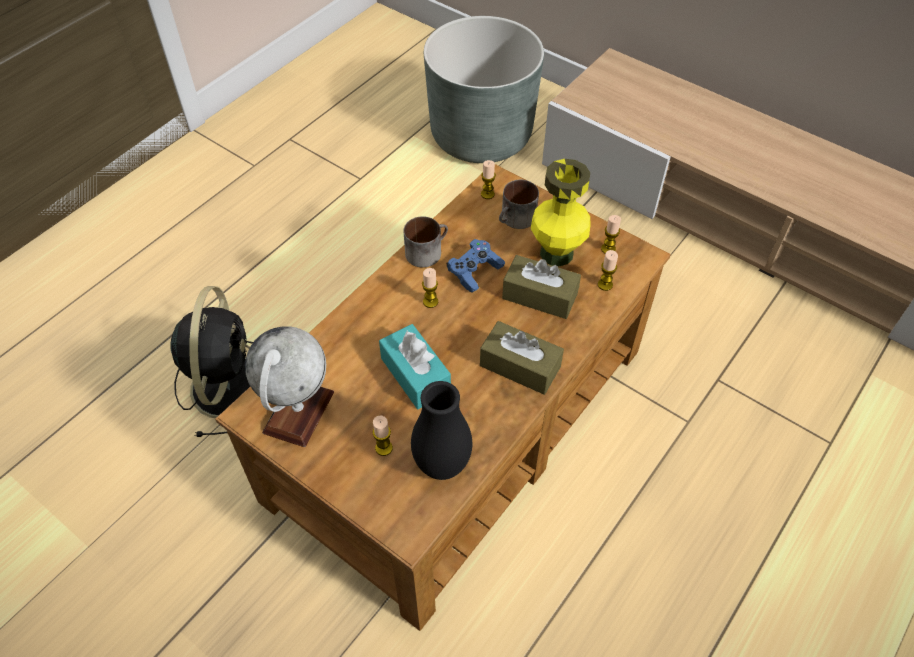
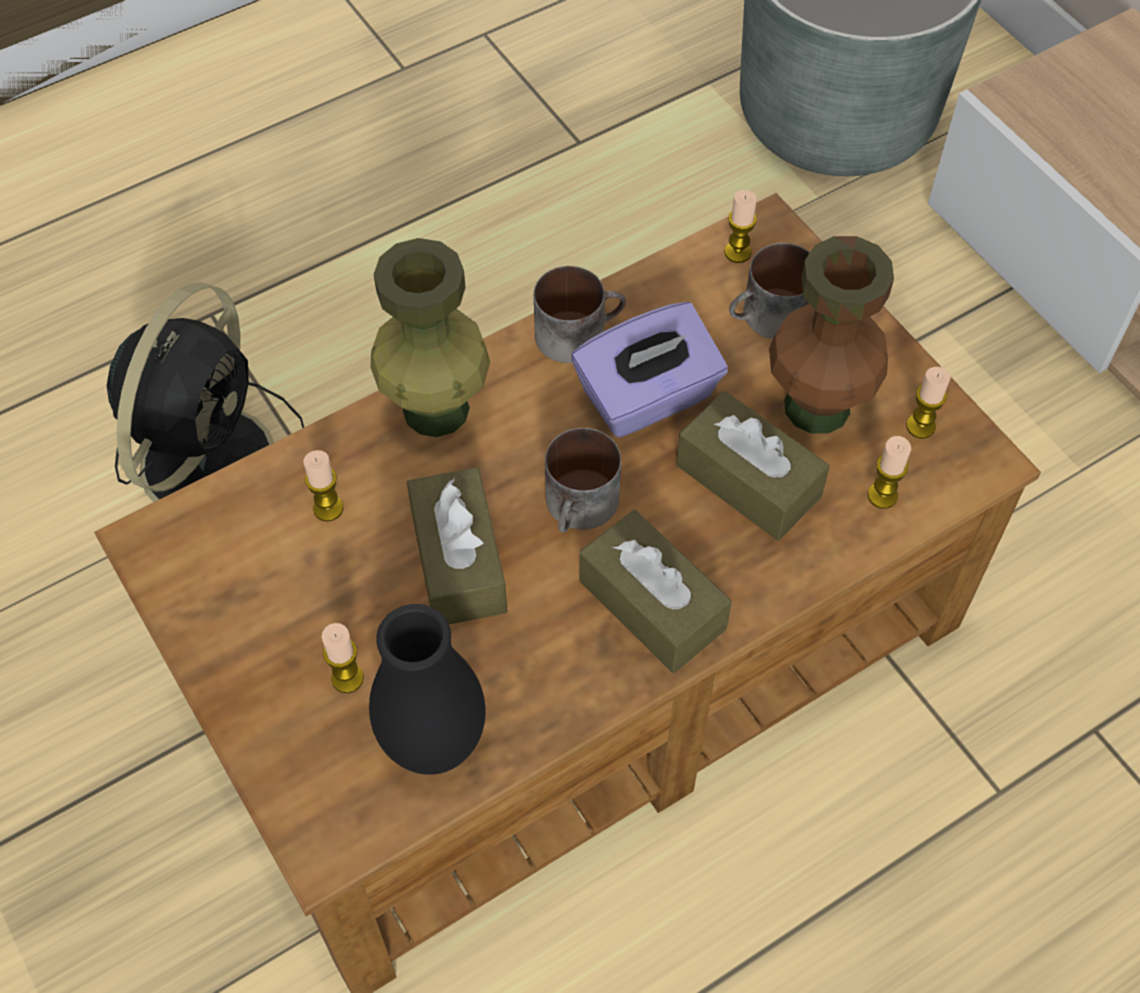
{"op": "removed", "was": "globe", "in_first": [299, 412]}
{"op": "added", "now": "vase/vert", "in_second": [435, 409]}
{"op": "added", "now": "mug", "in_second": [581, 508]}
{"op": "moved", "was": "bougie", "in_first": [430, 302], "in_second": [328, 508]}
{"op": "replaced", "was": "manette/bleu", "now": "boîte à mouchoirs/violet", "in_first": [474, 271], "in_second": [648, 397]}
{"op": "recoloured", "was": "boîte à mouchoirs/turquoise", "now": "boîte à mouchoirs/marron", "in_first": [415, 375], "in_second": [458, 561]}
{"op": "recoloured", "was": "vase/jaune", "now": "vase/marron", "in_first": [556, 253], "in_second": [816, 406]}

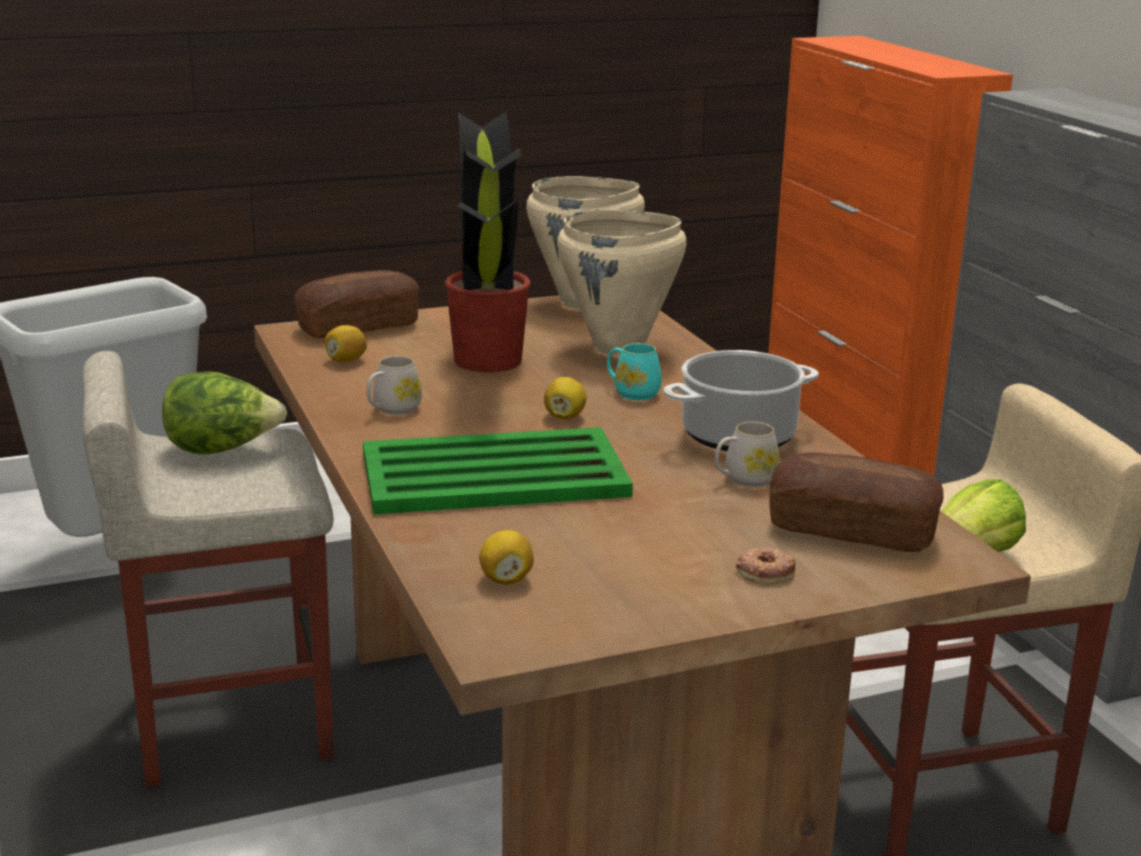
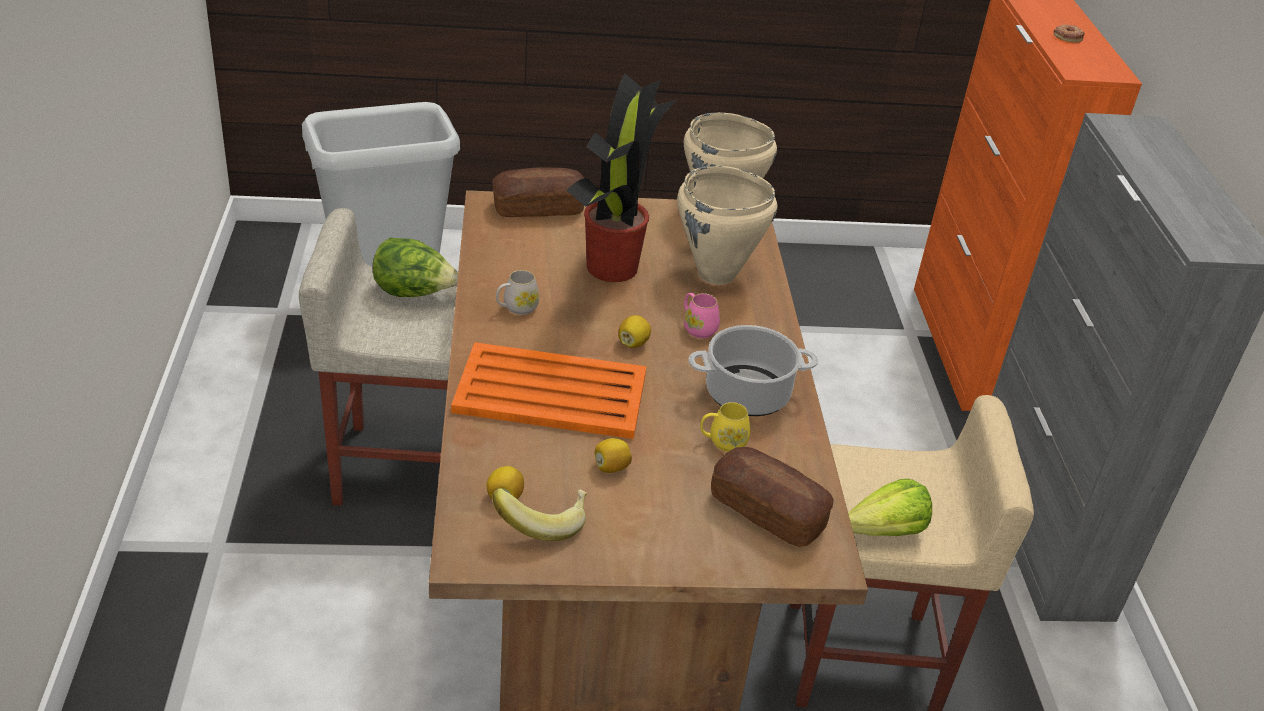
{"op": "added", "now": "banane", "in_second": [542, 522]}
{"op": "moved", "was": "citron", "in_first": [346, 360], "in_second": [611, 467]}
{"op": "moved", "was": "beignet", "in_first": [765, 571], "in_second": [1067, 36]}
{"op": "recoloured", "was": "plateau/vert", "now": "plateau/orange", "in_first": [496, 475], "in_second": [553, 393]}
{"op": "recoloured", "was": "mug/turquoise", "now": "mug/rose", "in_first": [632, 392], "in_second": [697, 327]}
{"op": "recoloured", "was": "mug/blanc", "now": "mug/jaune", "in_first": [744, 480], "in_second": [723, 442]}

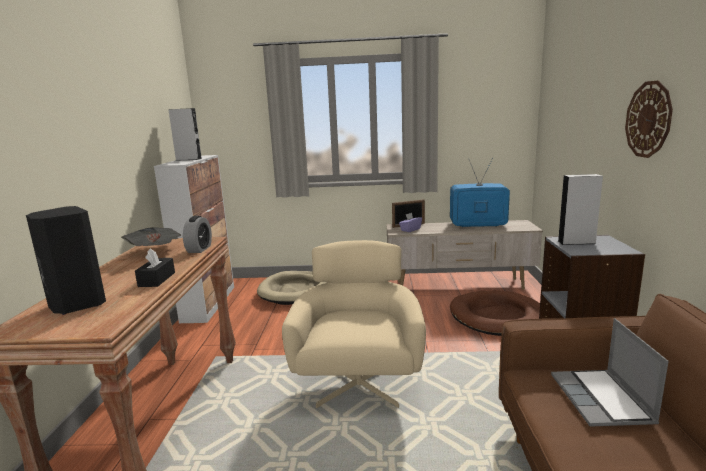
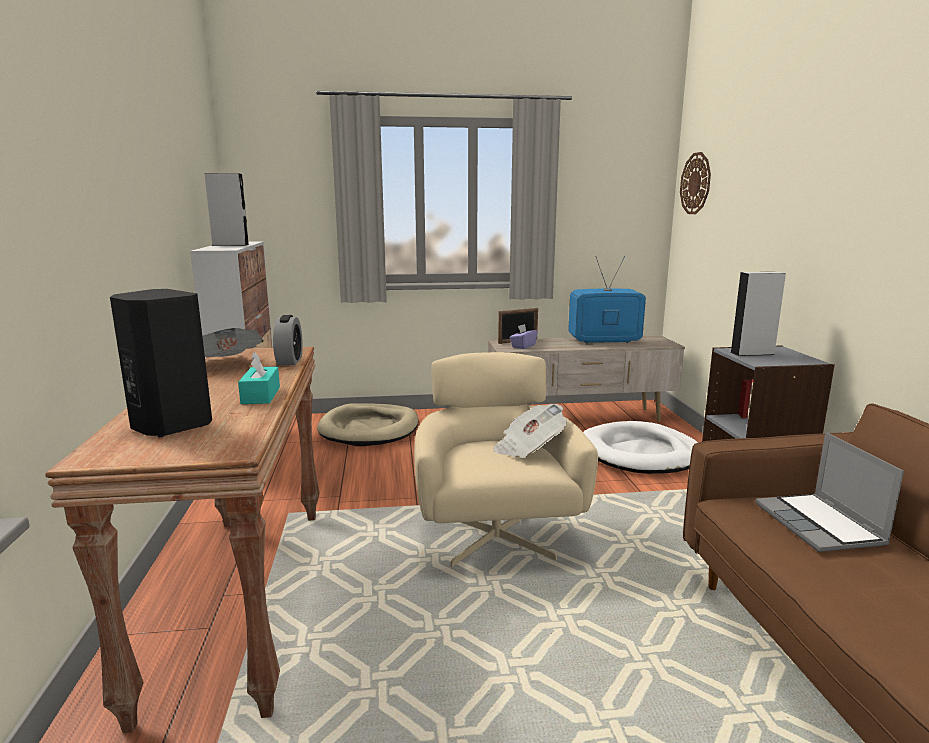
{"op": "added", "now": "journal", "in_second": [528, 448]}
{"op": "moved", "was": "horloge murale", "in_first": [648, 119], "in_second": [695, 183]}
{"op": "recoloured", "was": "boîte à mouchoirs/noir", "now": "boîte à mouchoirs/turquoise", "in_first": [157, 279], "in_second": [261, 395]}
{"op": "recoloured", "was": "panier pour chien/marron", "now": "panier pour chien/blanc", "in_first": [499, 317], "in_second": [641, 453]}

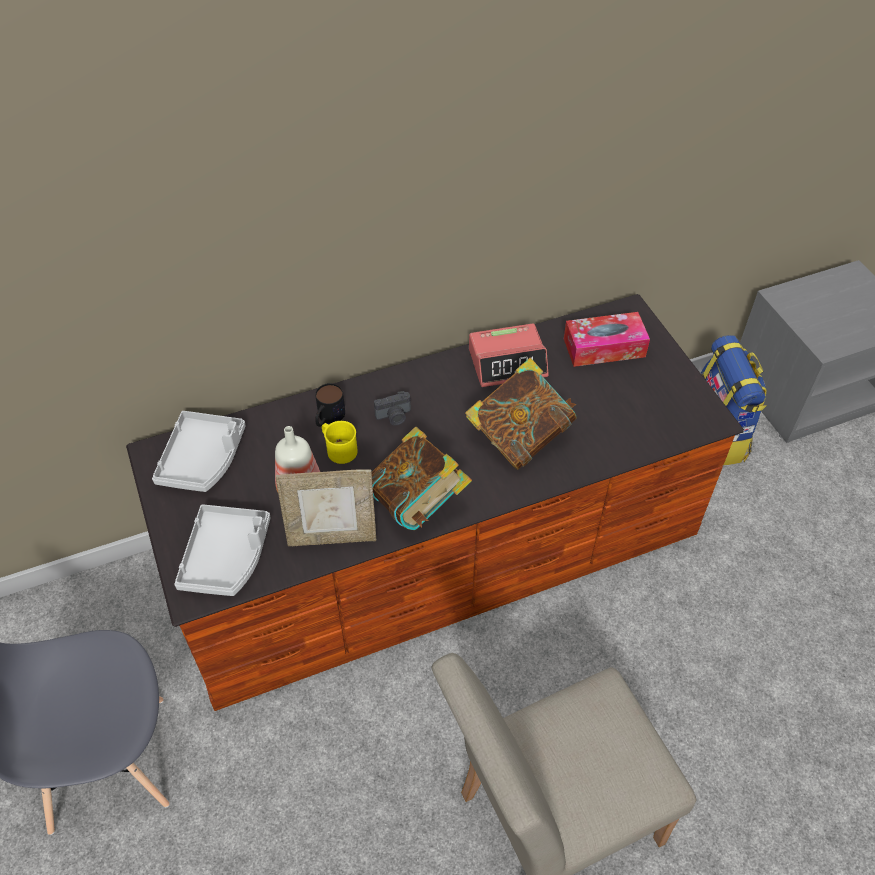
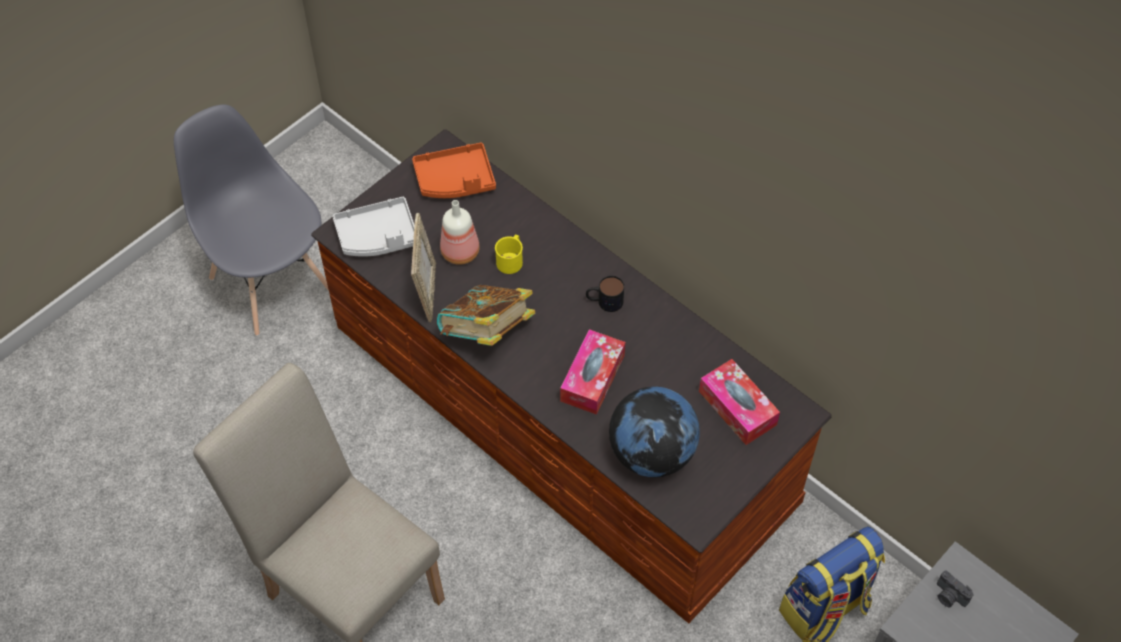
{"op": "removed", "was": "réveil", "in_first": [508, 362]}
{"op": "added", "now": "globe", "in_second": [652, 453]}
{"op": "moved", "was": "mug", "in_first": [328, 418], "in_second": [604, 301]}
{"op": "moved", "was": "appareil photo", "in_first": [394, 417], "in_second": [949, 596]}
{"op": "replaced", "was": "livre", "now": "boîte à mouchoirs", "in_first": [519, 436], "in_second": [592, 378]}
{"op": "recoloured", "was": "plateau/gris", "now": "plateau/orange", "in_first": [203, 459], "in_second": [455, 180]}
{"op": "turned", "was": "cadre photo", "in_first": [332, 537], "in_second": [426, 292], "clockwise": -150}

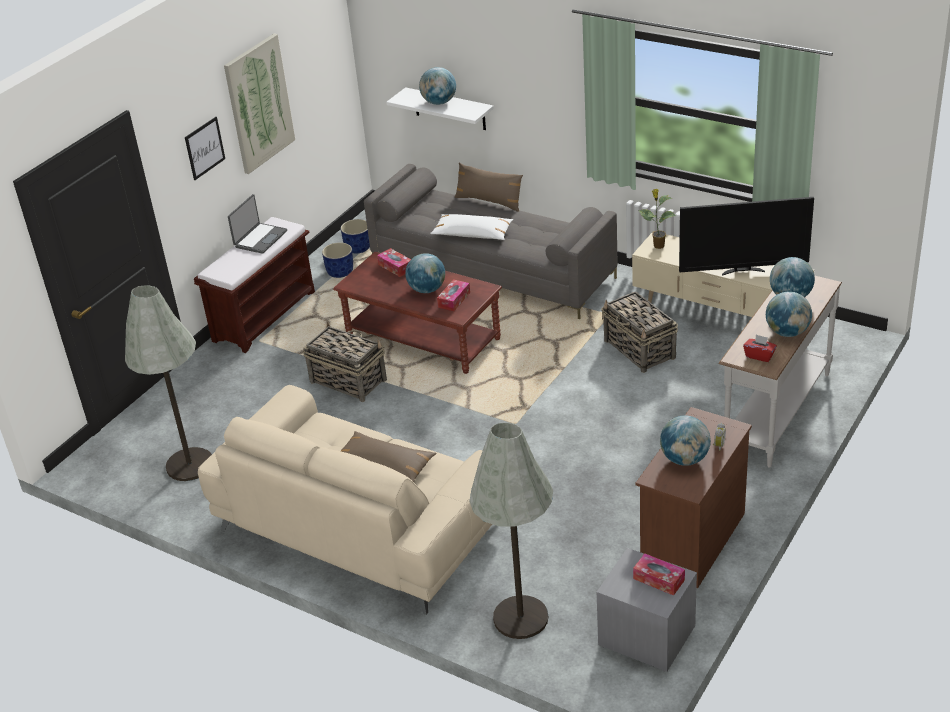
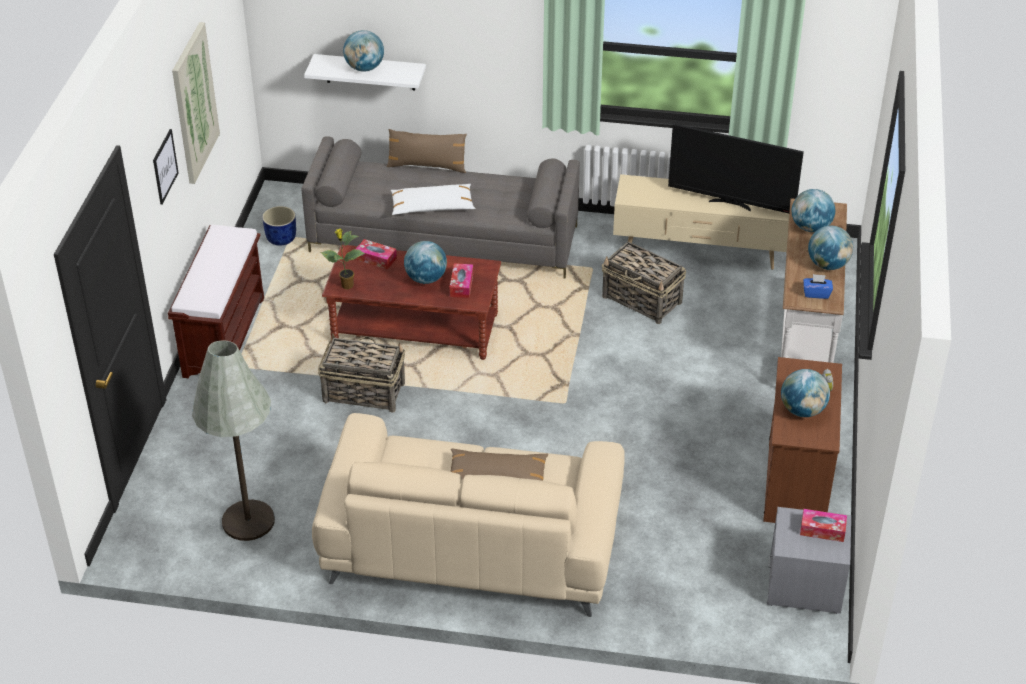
{"op": "removed", "was": "ordinateur portable", "in_first": [260, 239]}
{"op": "removed", "was": "cache-pot/bleu", "in_first": [340, 272]}
{"op": "removed", "was": "lampadaire/gris", "in_first": [520, 618]}
{"op": "moved", "was": "plante en pot", "in_first": [658, 246], "in_second": [346, 286]}
{"op": "recoloured", "was": "boîte à mouchoirs/rouge", "now": "boîte à mouchoirs/bleu", "in_first": [759, 356], "in_second": [816, 293]}
{"op": "turned", "was": "téléviseur", "in_first": [743, 271], "in_second": [731, 204], "clockwise": 45}

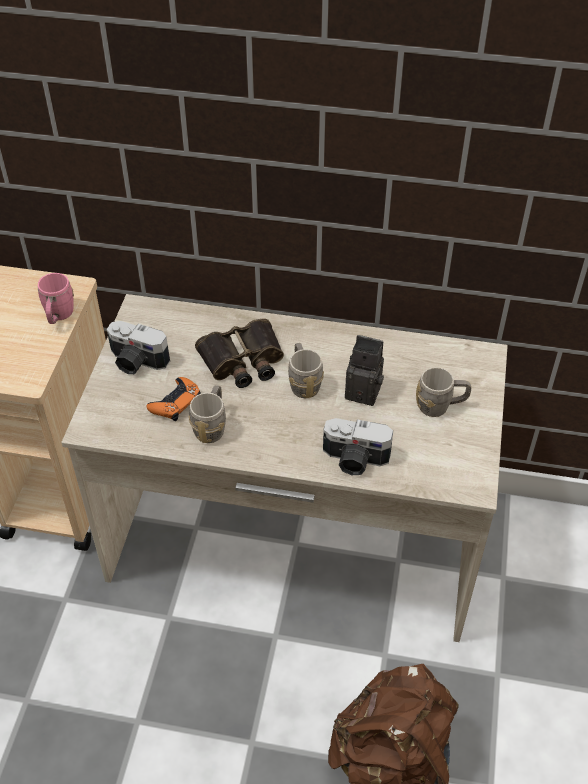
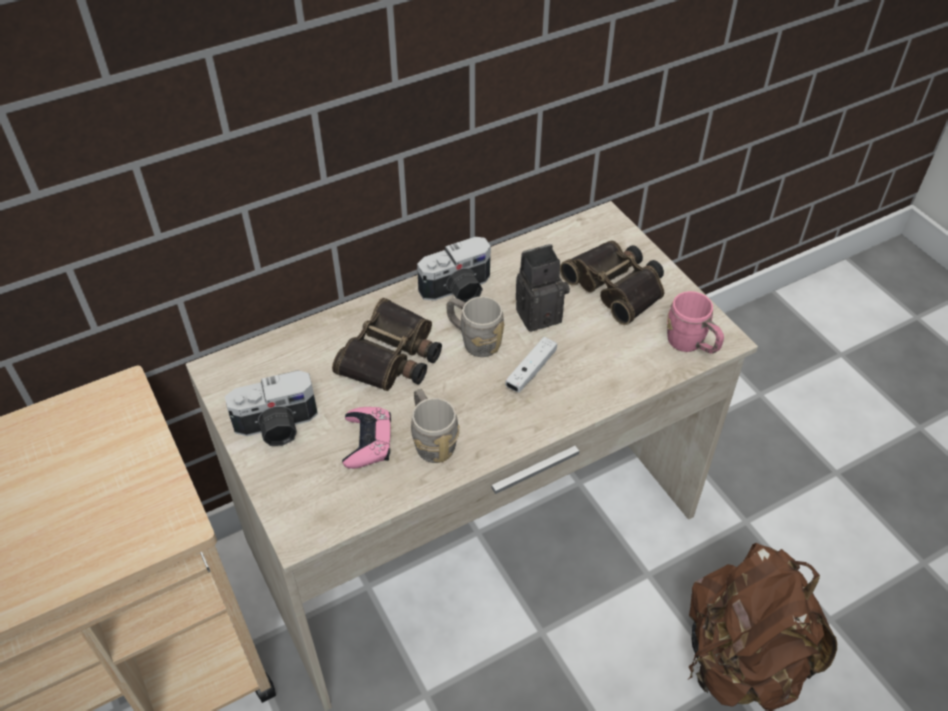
{"op": "added", "now": "manette/blanc", "in_second": [531, 370]}
{"op": "moved", "was": "mug/rose", "in_first": [58, 316], "in_second": [691, 345]}
{"op": "moved", "was": "appareil photo", "in_first": [354, 460], "in_second": [459, 291]}
{"op": "replaced", "was": "mug/gris", "now": "jumelles", "in_first": [440, 406], "in_second": [617, 286]}
{"op": "recoloured", "was": "manette/orange", "now": "manette/rose", "in_first": [175, 403], "in_second": [367, 441]}

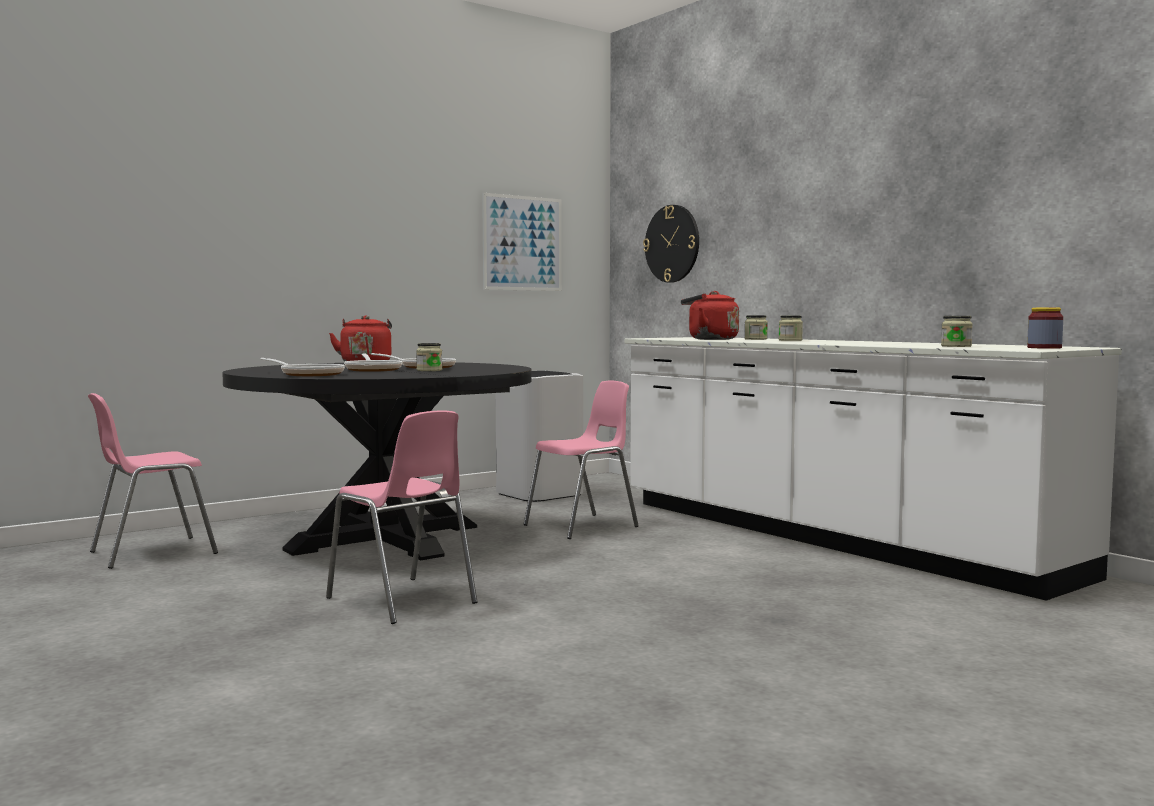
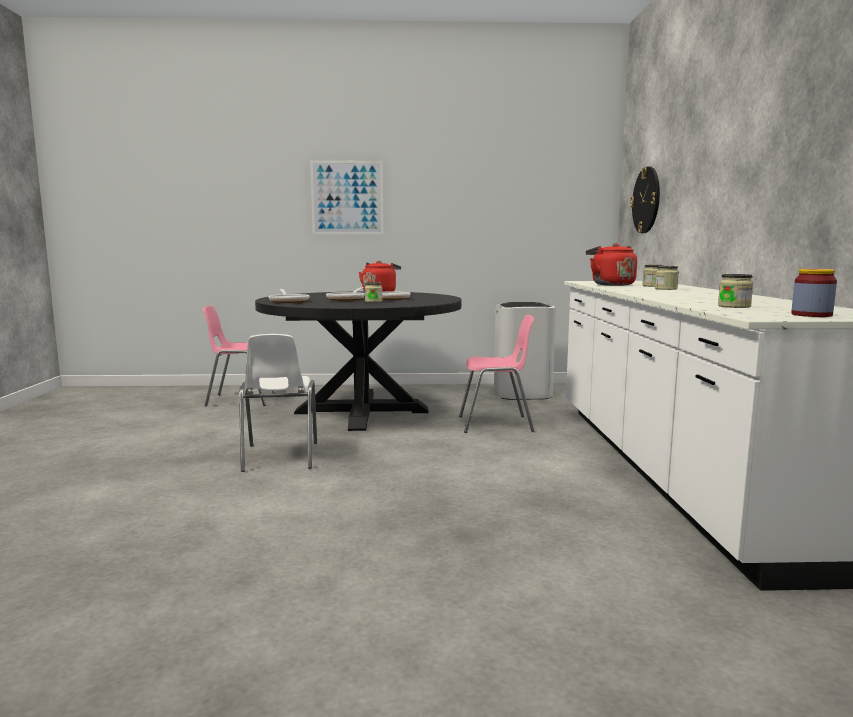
{"op": "moved", "was": "tableau", "in_first": [522, 243], "in_second": [347, 197]}
{"op": "recoloured", "was": "chaise/rose", "now": "chaise/blanc", "in_first": [402, 601], "in_second": [279, 457]}

